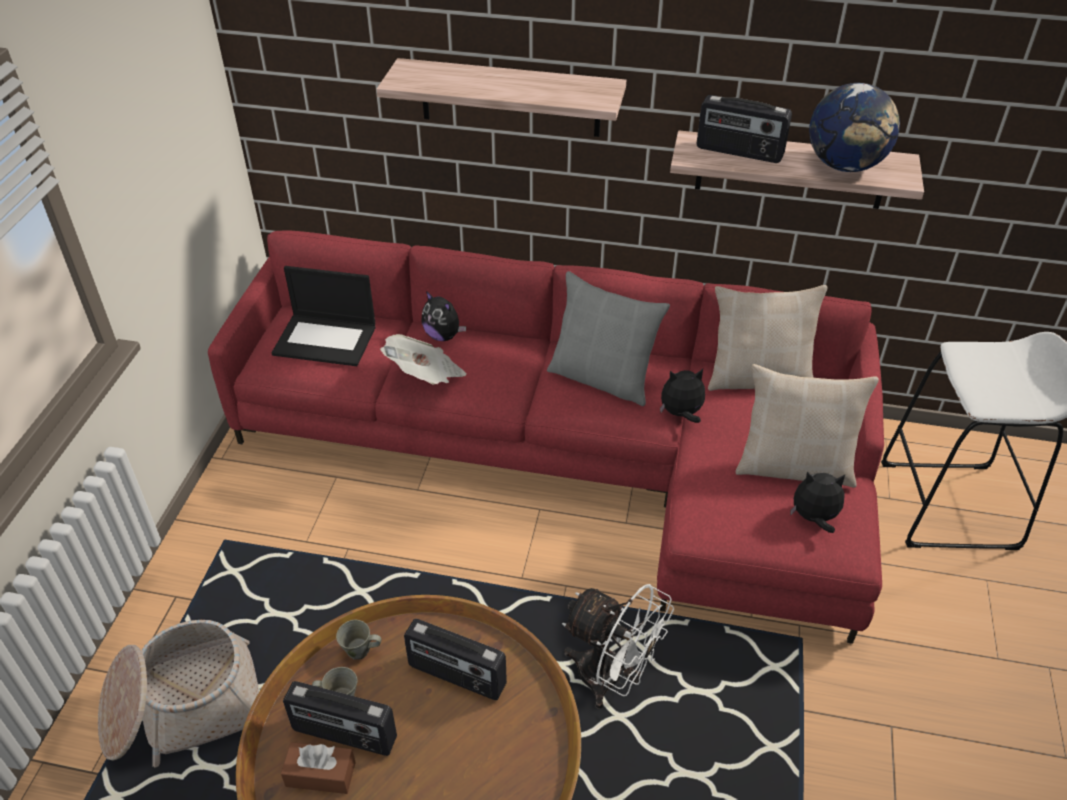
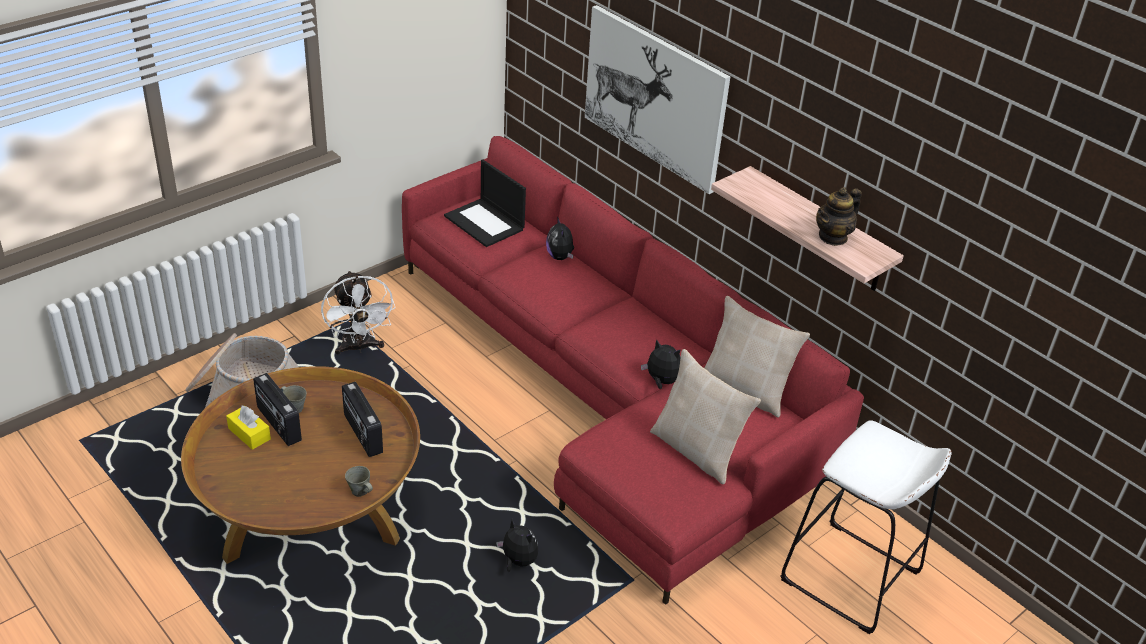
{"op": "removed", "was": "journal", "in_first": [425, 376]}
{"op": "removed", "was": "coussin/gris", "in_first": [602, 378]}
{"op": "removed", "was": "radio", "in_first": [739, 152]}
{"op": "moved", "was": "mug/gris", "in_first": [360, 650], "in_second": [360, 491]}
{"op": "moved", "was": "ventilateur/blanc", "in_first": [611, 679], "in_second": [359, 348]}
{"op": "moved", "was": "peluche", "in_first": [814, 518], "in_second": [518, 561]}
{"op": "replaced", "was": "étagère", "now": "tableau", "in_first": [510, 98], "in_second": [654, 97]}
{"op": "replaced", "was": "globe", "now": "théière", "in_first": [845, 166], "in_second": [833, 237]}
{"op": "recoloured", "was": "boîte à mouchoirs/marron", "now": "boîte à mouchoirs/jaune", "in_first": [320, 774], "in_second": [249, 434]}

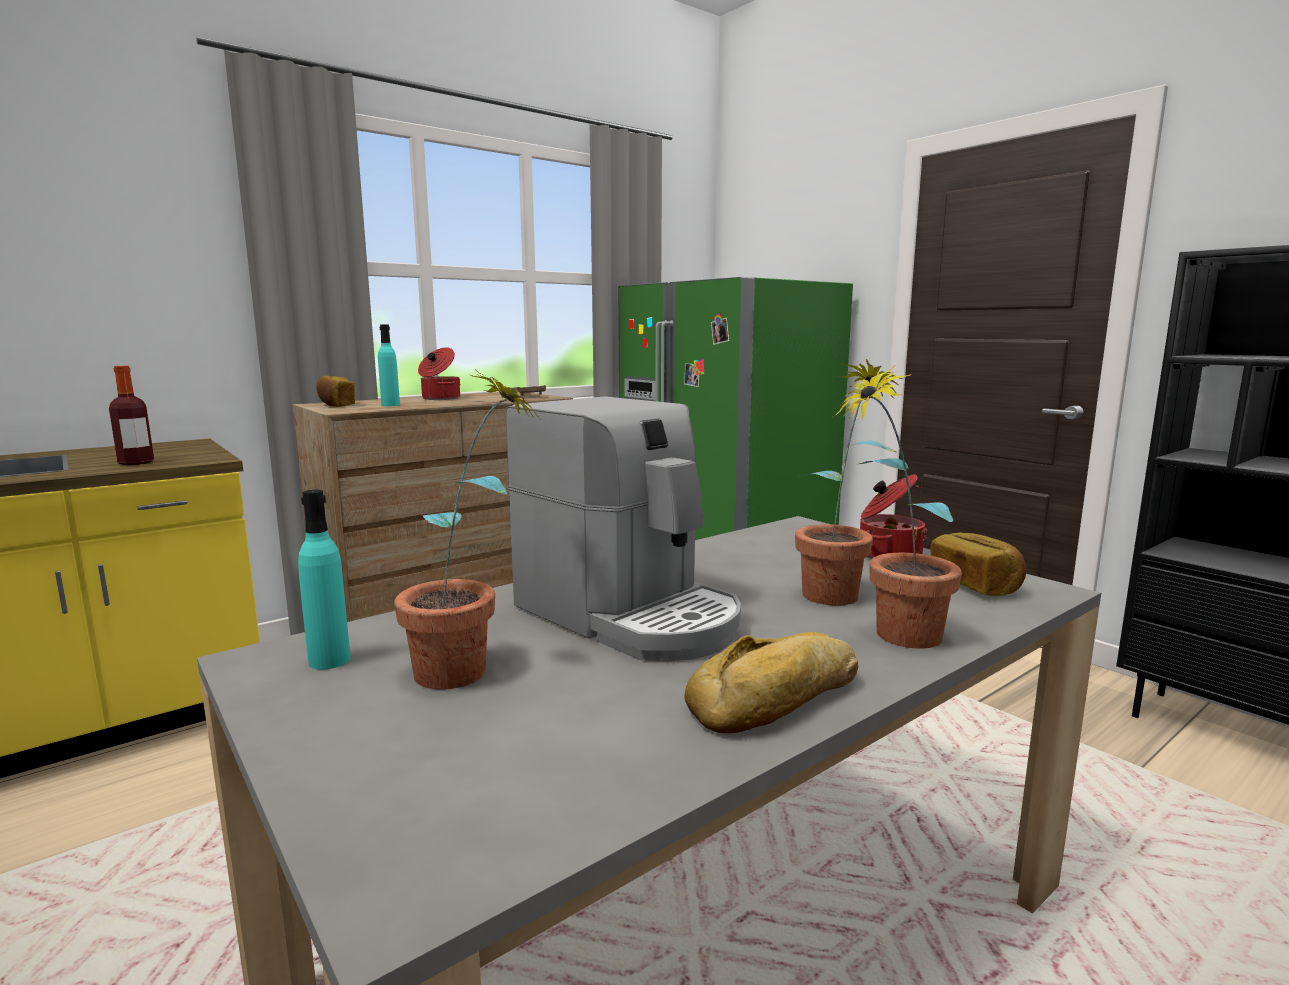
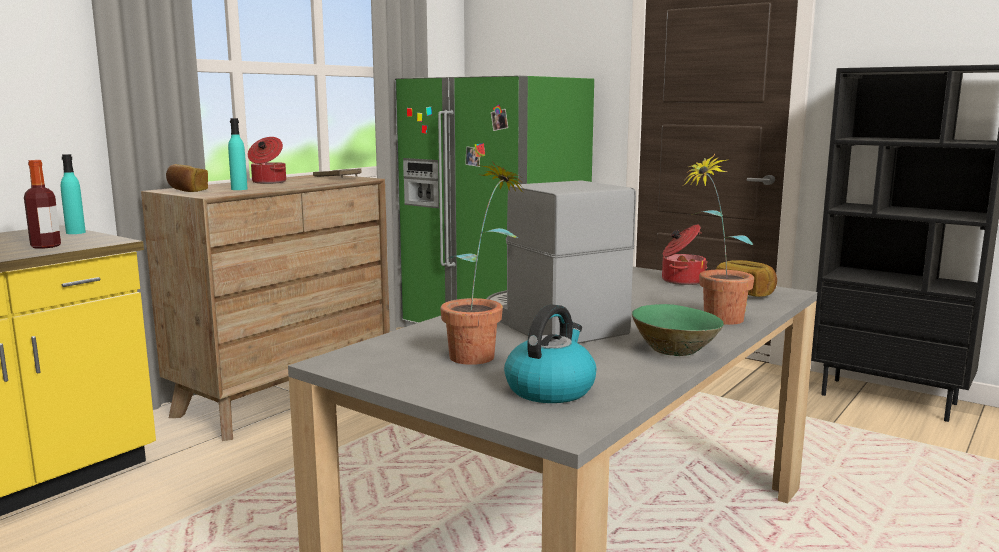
{"op": "removed", "was": "plante en pot", "in_first": [839, 591]}
{"op": "added", "now": "bouilloire", "in_second": [550, 389]}
{"op": "moved", "was": "bouteille/turquoise", "in_first": [329, 660], "in_second": [75, 232]}
{"op": "replaced", "was": "pain", "now": "bol/vert", "in_first": [779, 698], "in_second": [675, 350]}
{"op": "turned", "was": "machine à café", "in_first": [630, 616], "in_second": [550, 323], "clockwise": -150}

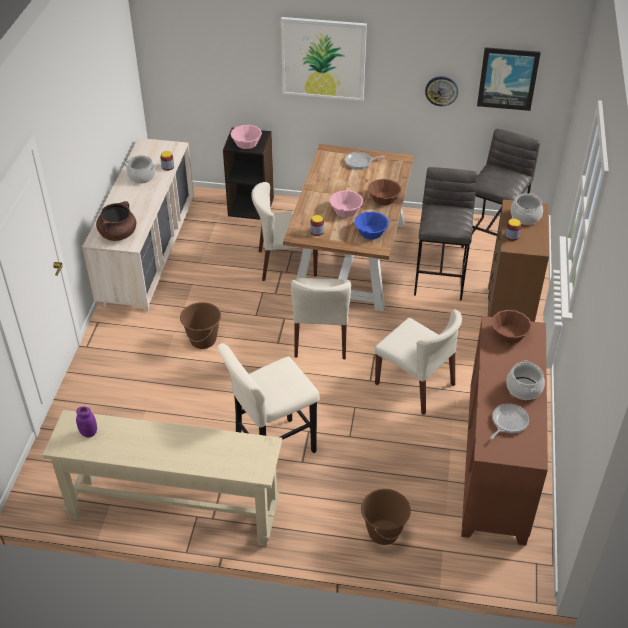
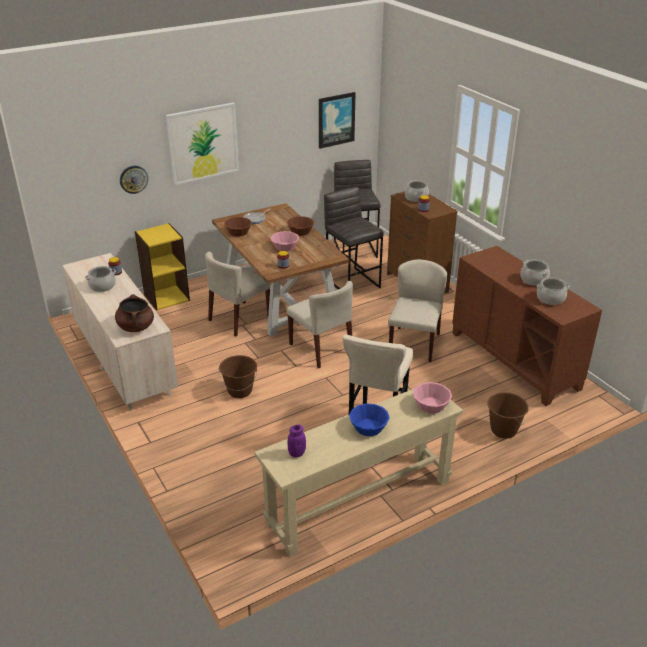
{"op": "moved", "was": "bol/rose", "in_first": [246, 143], "in_second": [431, 405]}
{"op": "moved", "was": "bol/bleu", "in_first": [370, 232], "in_second": [368, 427]}
{"op": "moved", "was": "horloge murale", "in_first": [441, 90], "in_second": [133, 179]}
{"op": "moved", "was": "bol/marron", "in_first": [509, 334], "in_second": [238, 232]}
{"op": "replaced", "was": "poêle", "now": "marmite", "in_first": [508, 422], "in_second": [550, 299]}
{"op": "recoloured", "was": "bibliothèque/noir", "now": "bibliothèque/jaune", "in_first": [251, 206], "in_second": [166, 297]}
{"op": "turned", "was": "chaise/beige", "in_first": [415, 384], "in_second": [414, 344], "clockwise": -75}

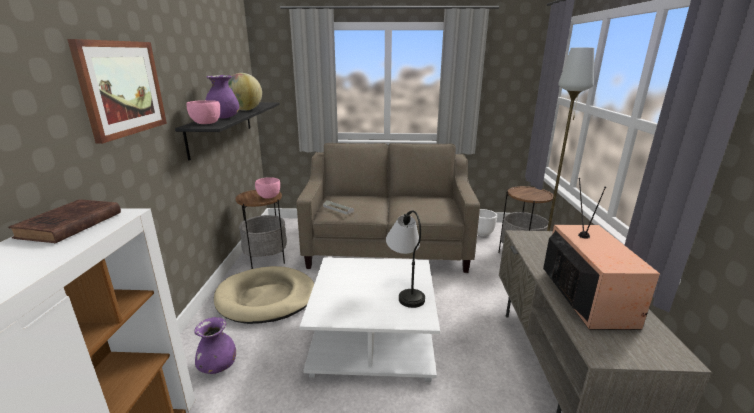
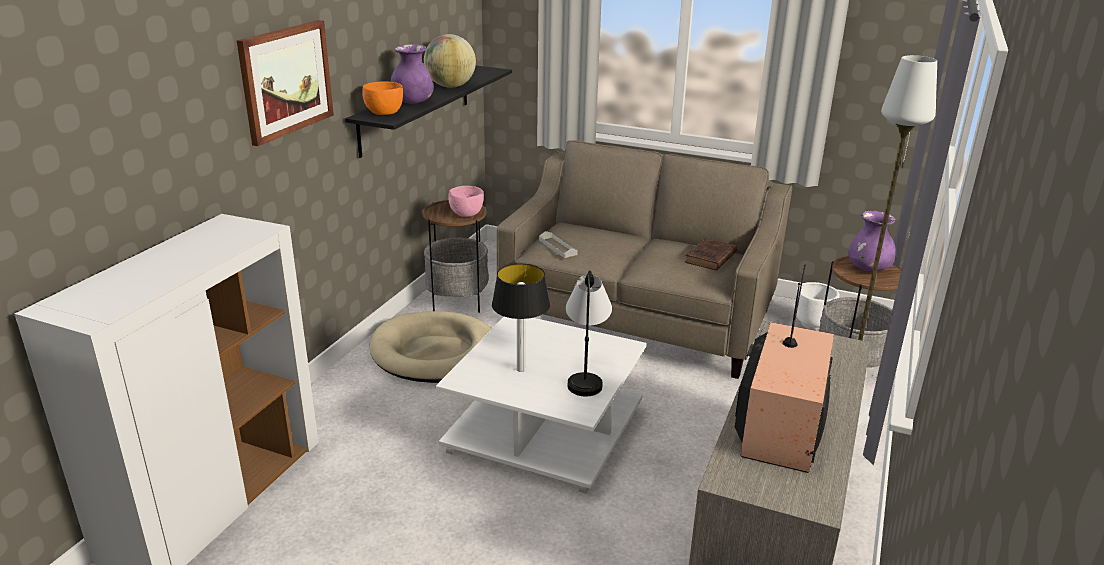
{"op": "added", "now": "lampe de table", "in_second": [521, 369]}
{"op": "moved", "was": "livre/marron", "in_first": [68, 226], "in_second": [710, 258]}
{"op": "moved", "was": "vase/violet", "in_first": [218, 366], "in_second": [868, 269]}
{"op": "recoloured", "was": "bol/rose", "now": "bol/orange", "in_first": [206, 124], "in_second": [384, 113]}

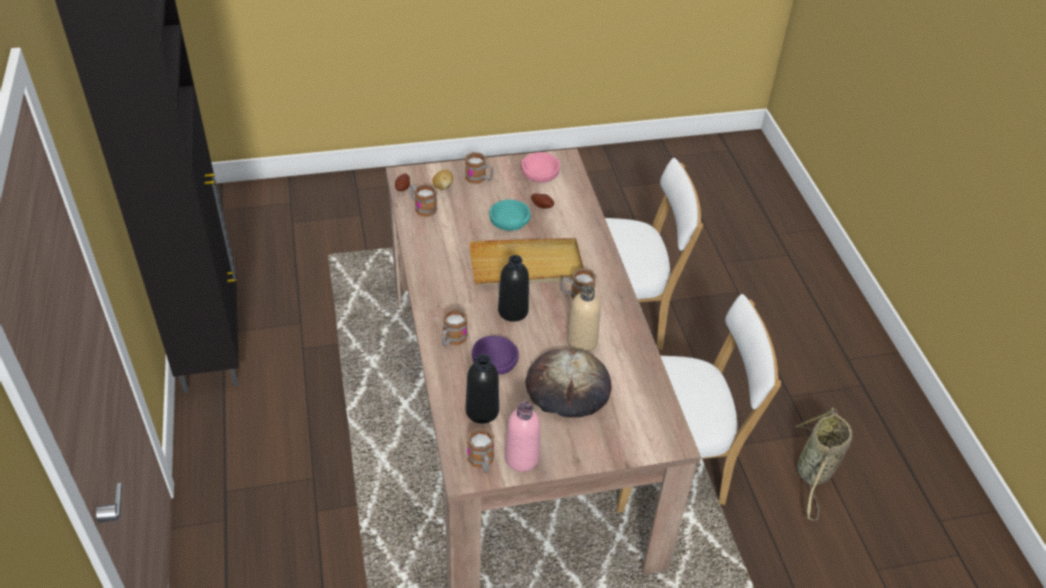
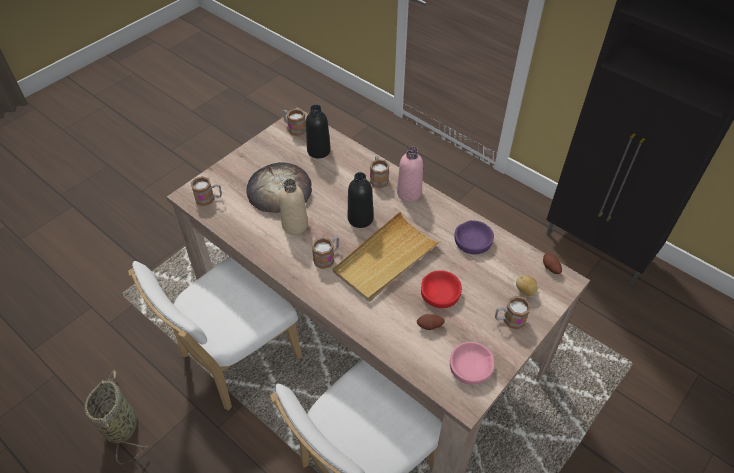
{"op": "moved", "was": "mug", "in_first": [422, 207], "in_second": [209, 198]}
{"op": "moved", "was": "bol/violet", "in_first": [494, 360], "in_second": [472, 241]}
{"op": "moved", "was": "bouteille/rose", "in_first": [521, 458], "in_second": [409, 193]}
{"op": "recoloured", "was": "bol/turquoise", "now": "bol/rouge", "in_first": [509, 220], "in_second": [440, 293]}

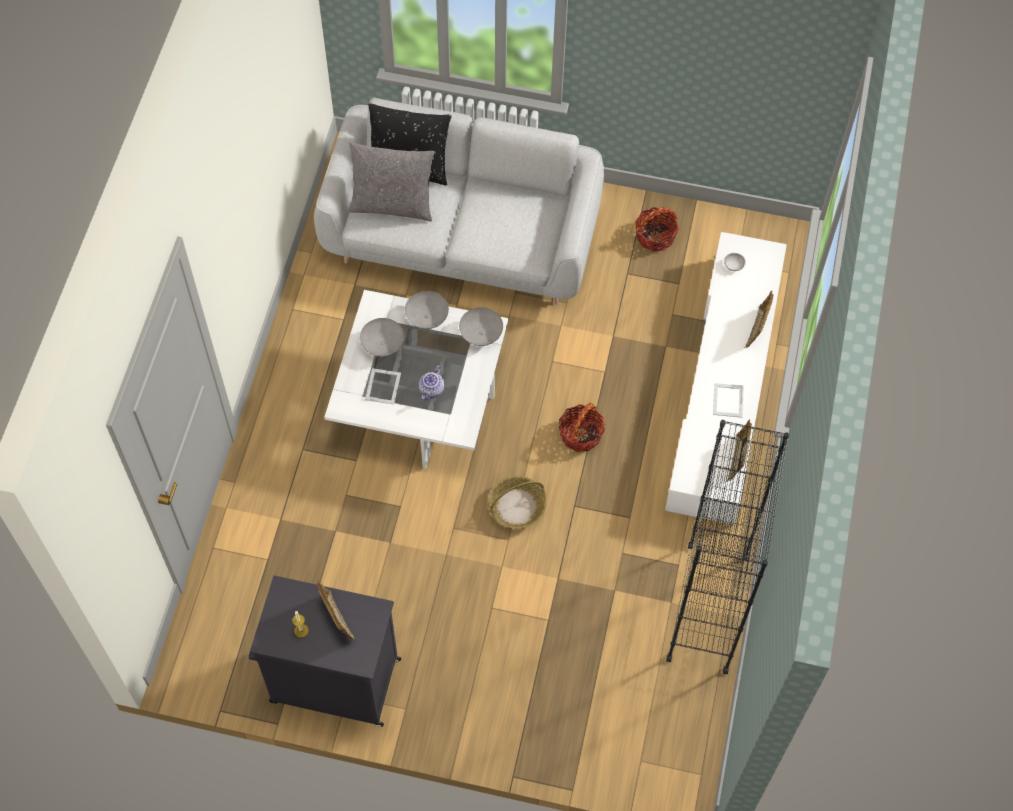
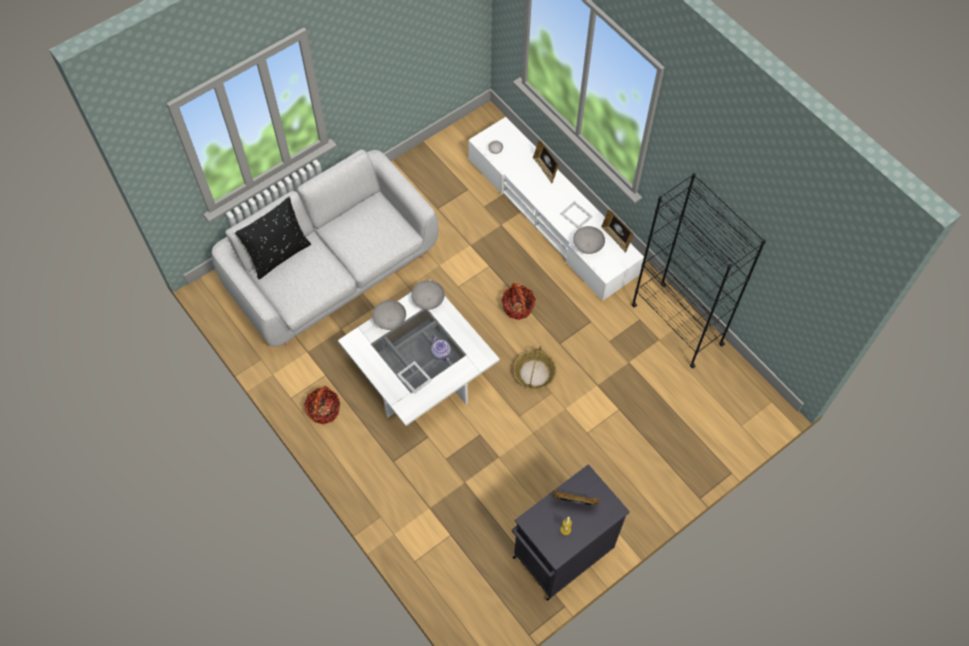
{"op": "removed", "was": "coussin/gris", "in_first": [393, 204]}
{"op": "moved", "was": "bol/gris", "in_first": [382, 344], "in_second": [587, 246]}
{"op": "moved", "was": "panier", "in_first": [655, 236], "in_second": [324, 410]}

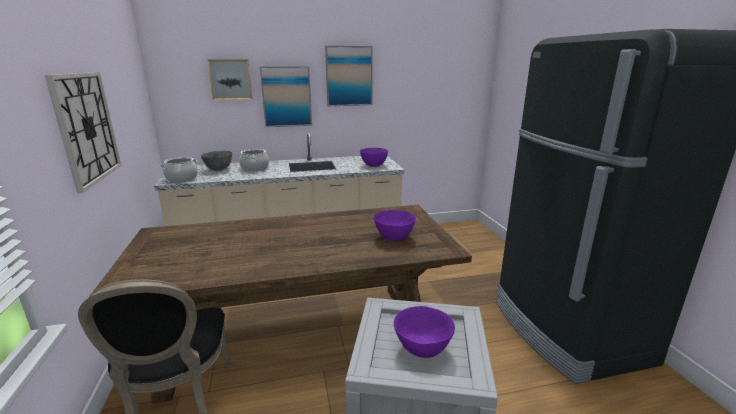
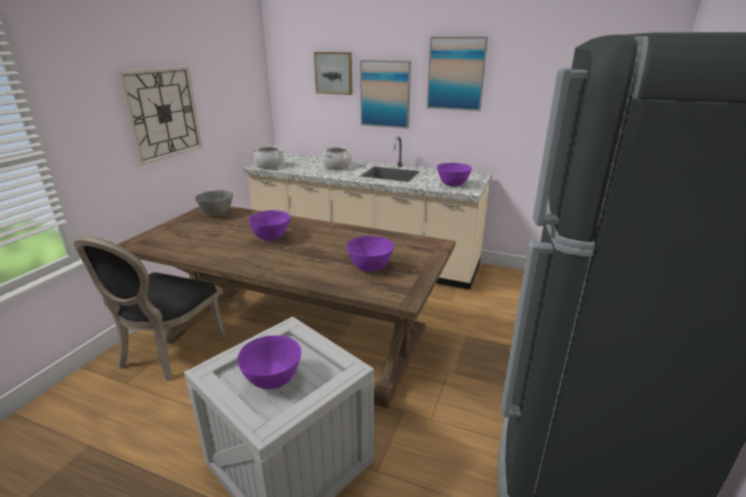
{"op": "added", "now": "bol/violet", "in_second": [271, 238]}
{"op": "moved", "was": "bol/gris", "in_first": [218, 169], "in_second": [216, 214]}

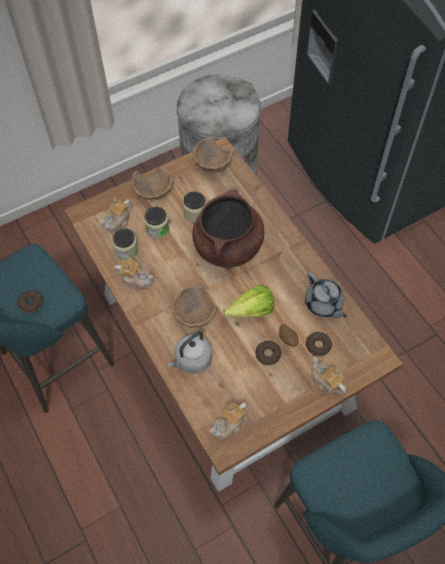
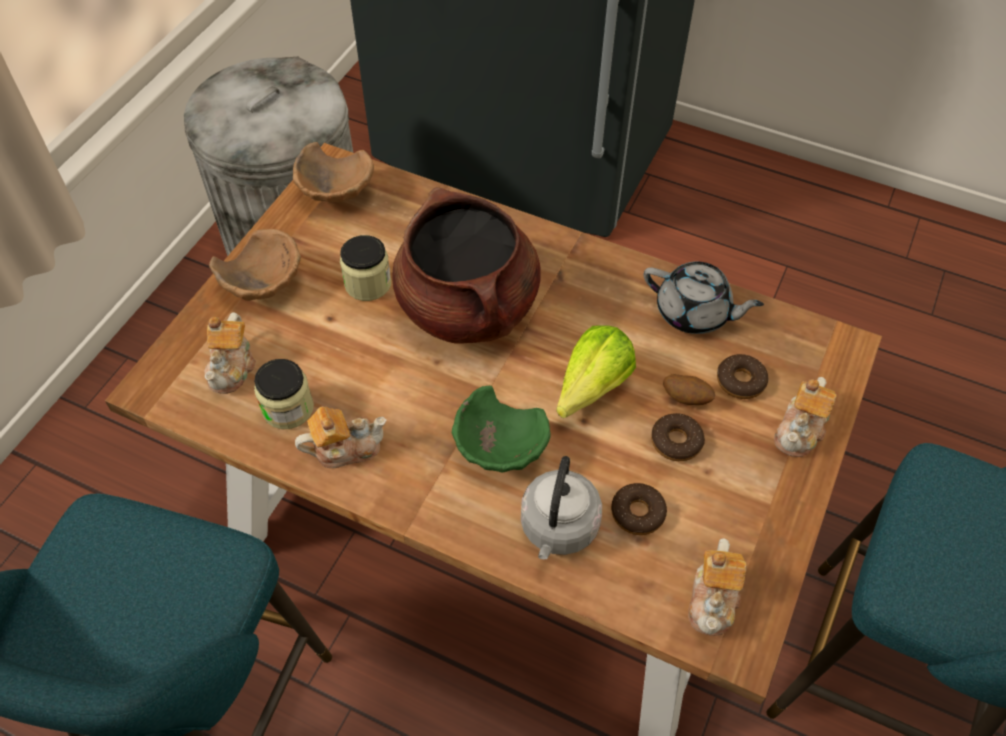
{"op": "removed", "was": "bocal", "in_first": [157, 229]}
{"op": "moved", "was": "beignet", "in_first": [31, 303], "in_second": [637, 513]}
{"op": "recoloured", "was": "bol/marron", "now": "bol/vert", "in_first": [193, 315], "in_second": [499, 450]}
{"op": "turned", "was": "théière", "in_first": [325, 382], "in_second": [800, 430], "clockwise": -75}

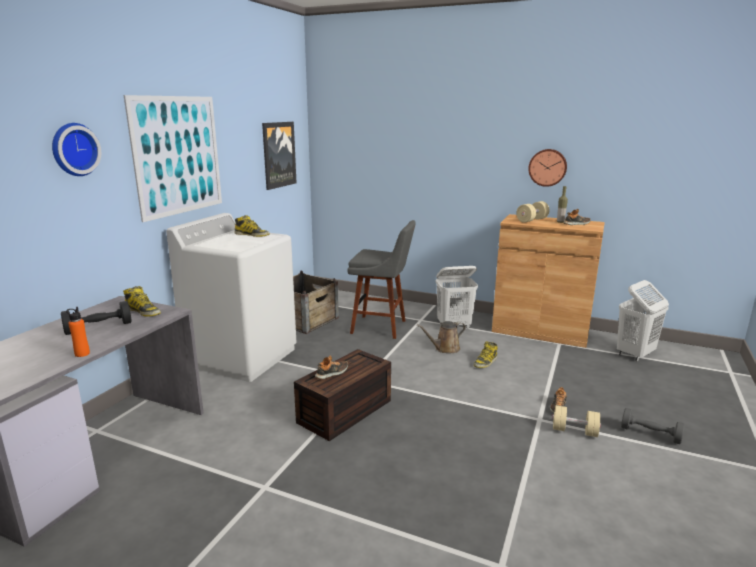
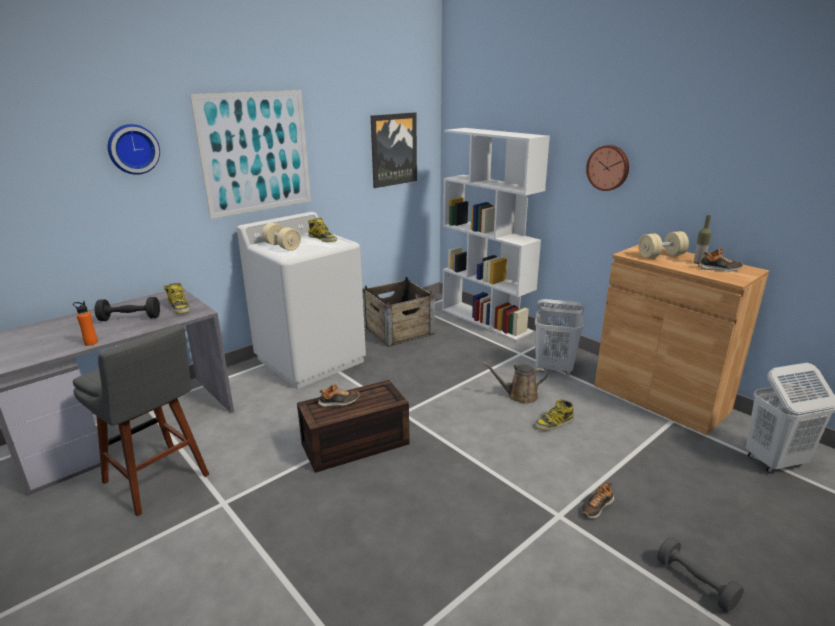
{"op": "added", "now": "bibliothèque/blanc", "in_second": [486, 320]}
{"op": "moved", "was": "tabouret/gris", "in_first": [382, 327], "in_second": [158, 481]}
{"op": "moved", "was": "horloge murale", "in_first": [547, 167], "in_second": [608, 167]}
{"op": "moved", "was": "haltère/beige", "in_first": [574, 431], "in_second": [282, 246]}

